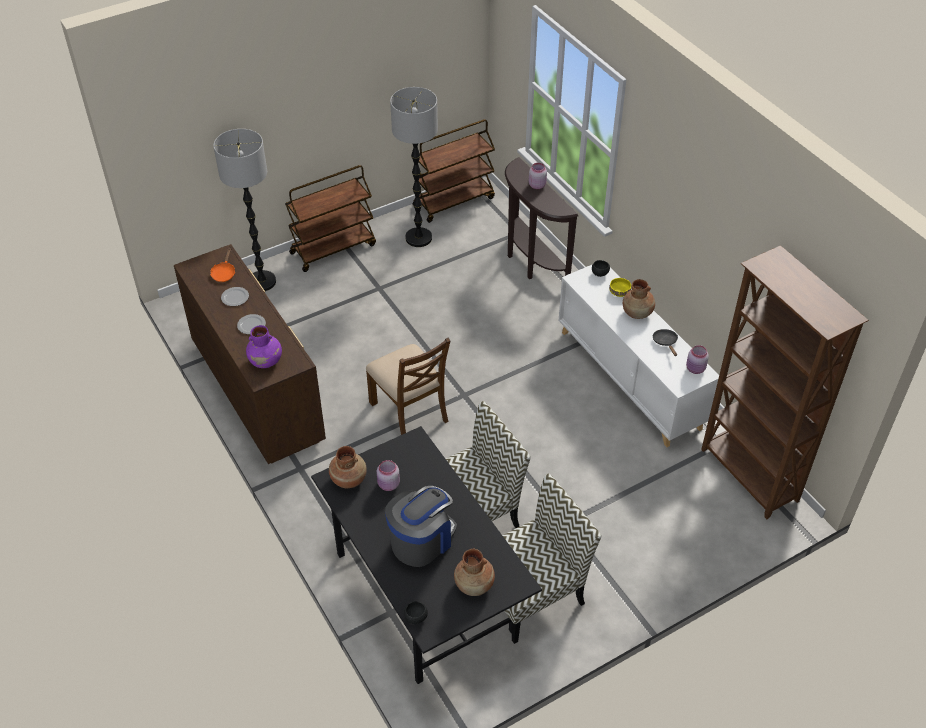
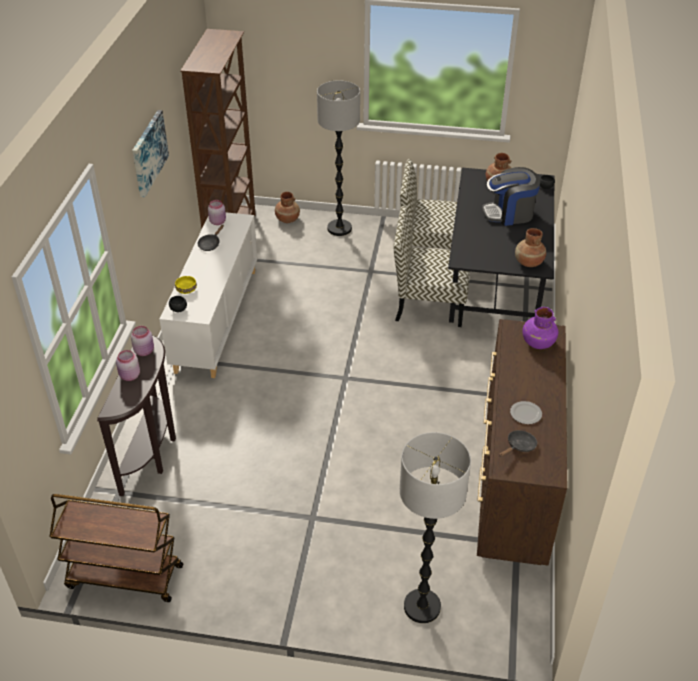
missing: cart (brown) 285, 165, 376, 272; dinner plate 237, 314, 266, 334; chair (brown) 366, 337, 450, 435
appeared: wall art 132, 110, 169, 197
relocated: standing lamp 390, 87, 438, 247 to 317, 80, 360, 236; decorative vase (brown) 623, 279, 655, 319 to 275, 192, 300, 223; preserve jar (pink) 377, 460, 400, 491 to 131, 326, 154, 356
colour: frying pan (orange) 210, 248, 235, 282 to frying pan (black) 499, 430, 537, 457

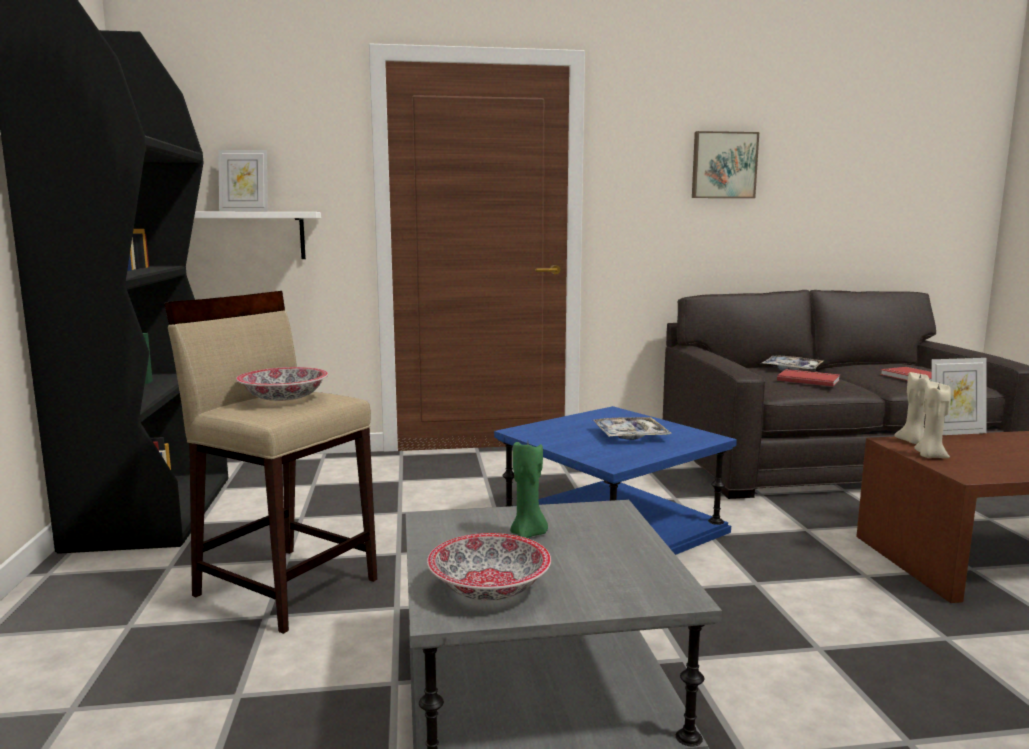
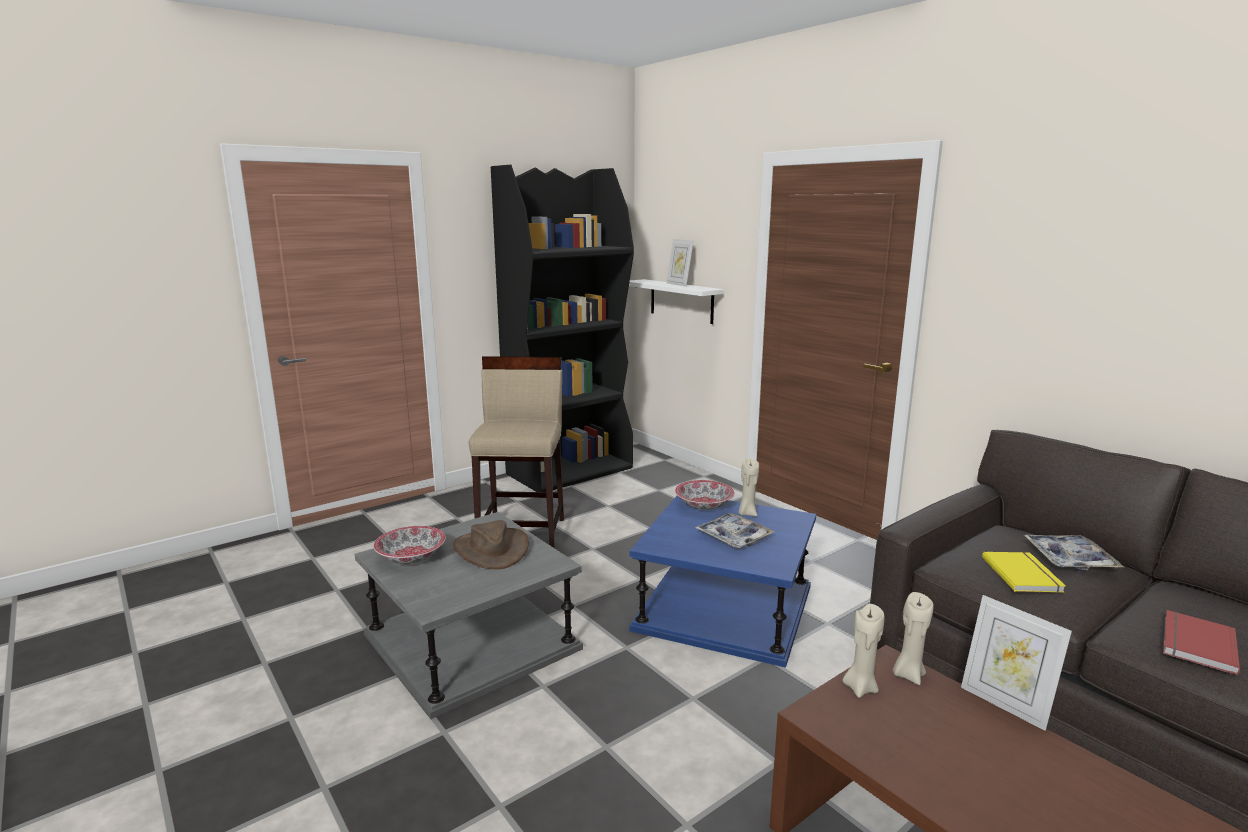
missing: wall art 692, 131, 759, 198
appeared: wax candle (sand-coloured) 738, 458, 759, 516
relocated: bowl 236, 367, 328, 401 to 675, 480, 734, 510
exchanged: wax candle (green) 510, 442, 548, 538 to hat (brown) 453, 520, 529, 569
colour: book (red-coloured) 777, 369, 840, 387 to book (yellowish) 982, 552, 1066, 593

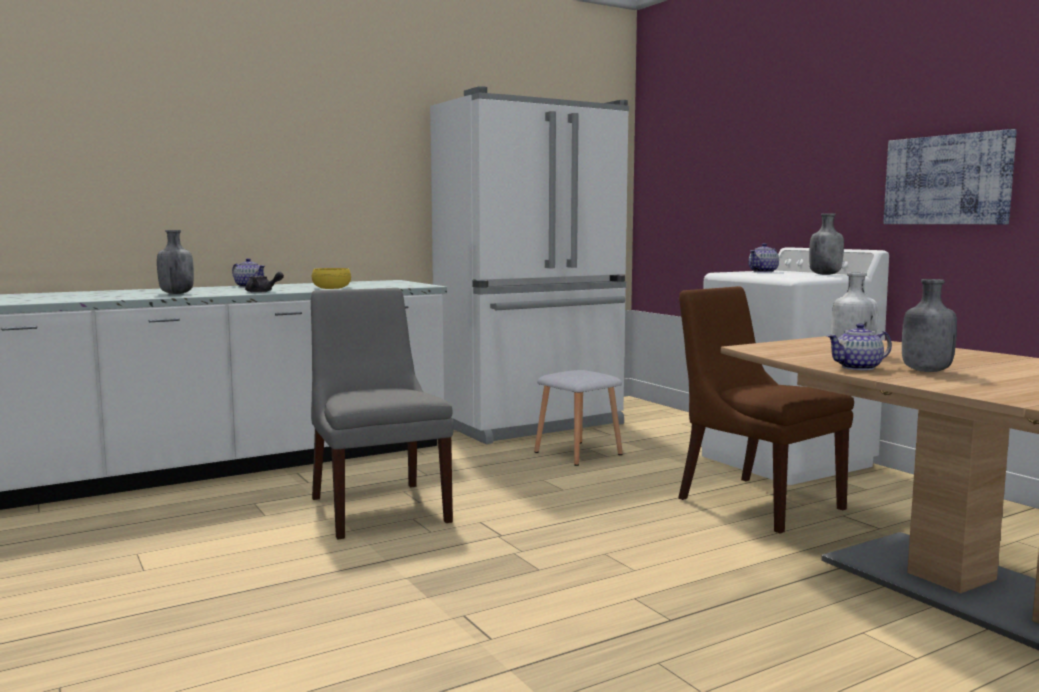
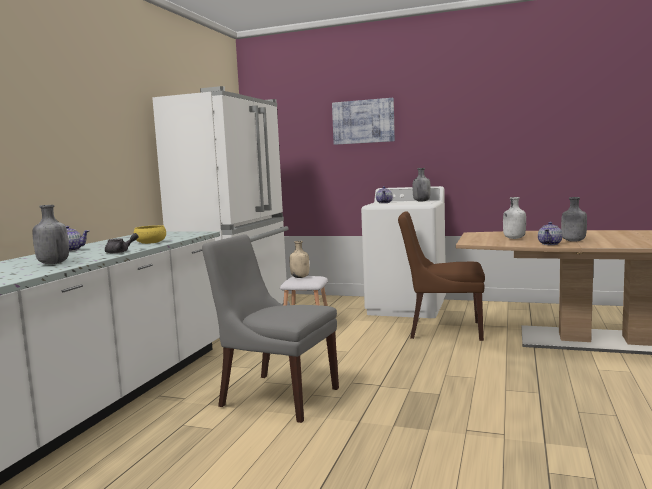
appeared: beverage bottle (sand-coloured) 290, 241, 309, 278
relocated: wall art 883, 129, 1017, 224 to 332, 98, 395, 145

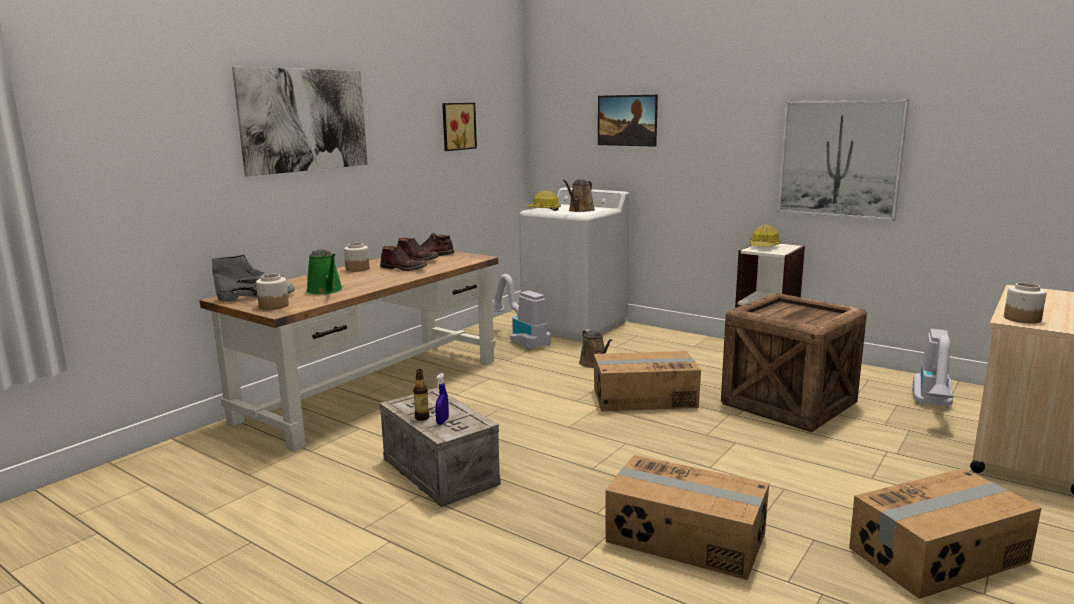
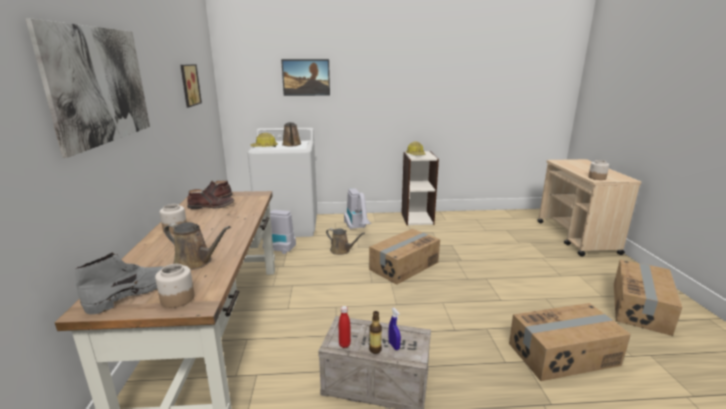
missing: wall art 778, 100, 909, 221; tall boot (brown) 380, 246, 427, 271; packing crate 721, 293, 867, 432
appeared: beverage bottle (red-coloured) 339, 306, 351, 348
relocated: vacuum 912, 329, 954, 408 to 344, 189, 372, 229
colour: sprinkling can (green) 306, 250, 343, 295 to sprinkling can (brown) 164, 222, 231, 270

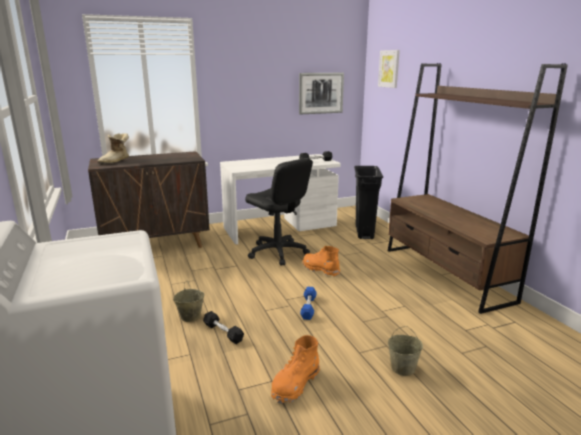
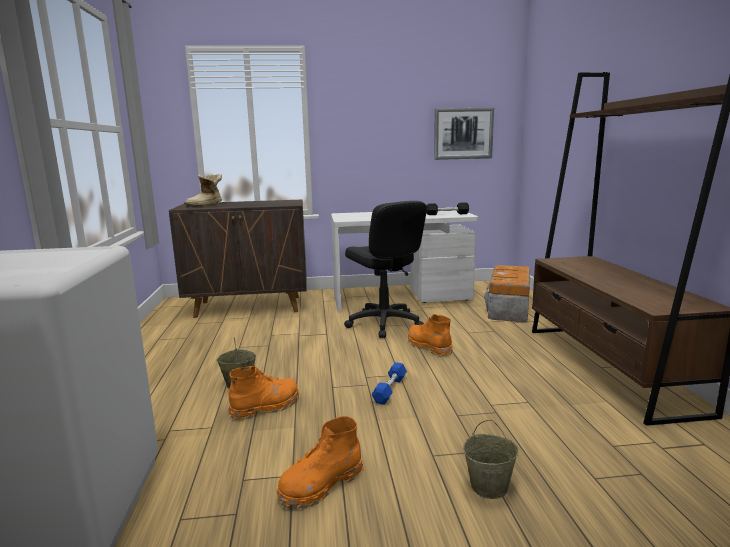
missing: wall art 378, 50, 400, 88
exchanged: trash can (black) 354, 166, 383, 239 to storage container 484, 265, 530, 323; free weight (black) 203, 311, 244, 344 to tall boot (orange) 228, 366, 299, 419

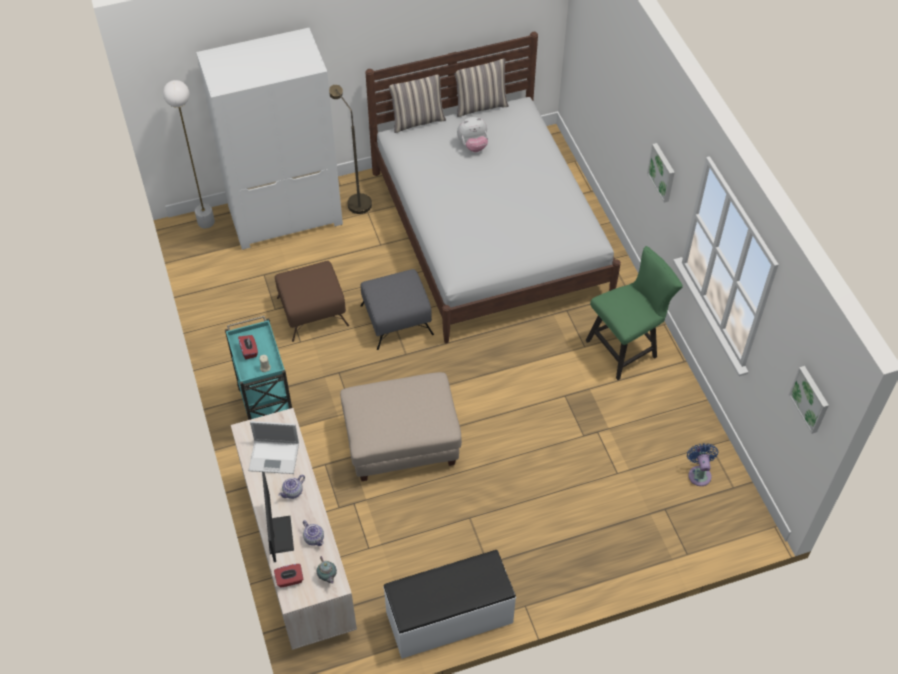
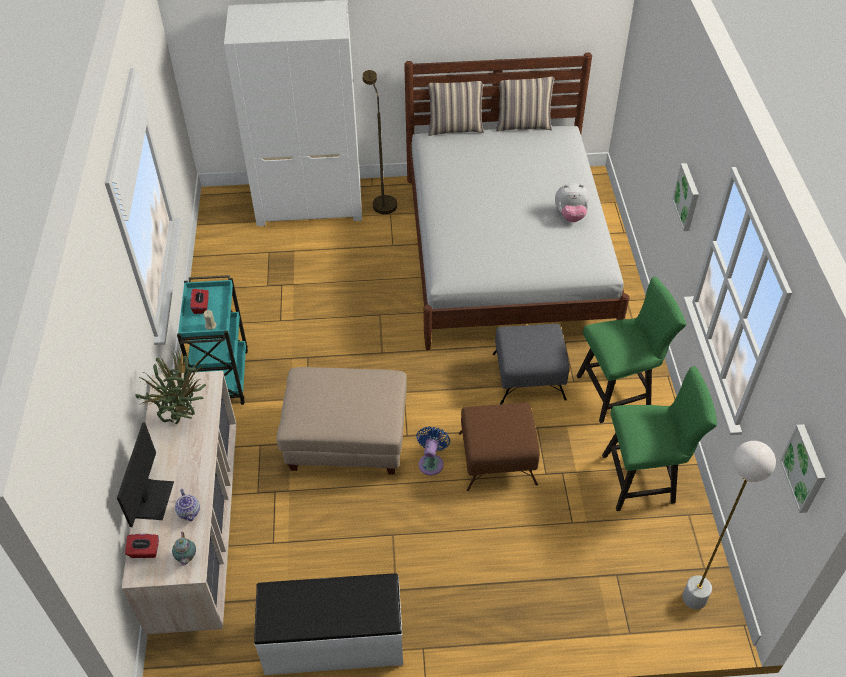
missing: tea pot 278, 475, 305, 499
appeared: chair (green) 602, 366, 717, 511
relocated: standing lamp (white) 163, 80, 215, 229 to 682, 441, 776, 609; cuddly toy 457, 117, 488, 152 to 555, 183, 589, 222; footrest (brown) 275, 261, 349, 342 to 459, 403, 540, 491; footrest (gray) 360, 269, 434, 350 to 492, 324, 569, 404; electric fan (blue-coloured) 687, 443, 719, 486 to 416, 426, 450, 476
exchanged: notebook computer 248, 421, 299, 474 to houseplant 136, 349, 206, 425

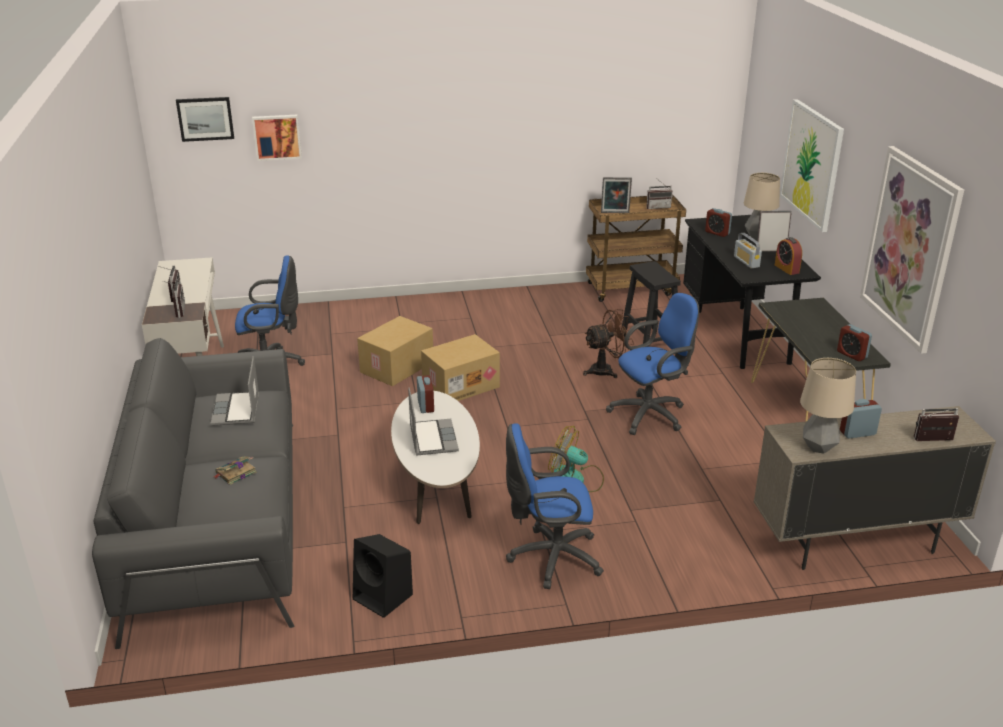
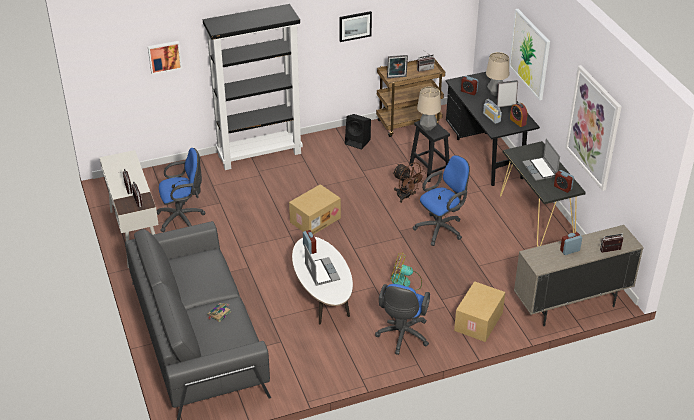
appeared: shelving unit (black) 203, 4, 303, 170
relocated: wall art 176, 97, 234, 142 to 339, 11, 372, 42; packing box 357, 316, 433, 386 to 454, 281, 505, 342; notebook computer 211, 356, 259, 426 to 522, 138, 560, 181; tabletop lamp 800, 358, 856, 454 to 417, 87, 441, 131; loudspeaker (black) 353, 534, 413, 618 to 345, 114, 371, 150
spun: electric fan (brown) 583, 309, 634, 378 = 392, 162, 426, 203 75 degrees clockwise; computer chair (blue-coloured) 506, 423, 604, 589 = 375, 284, 430, 355 60 degrees counterclockwise

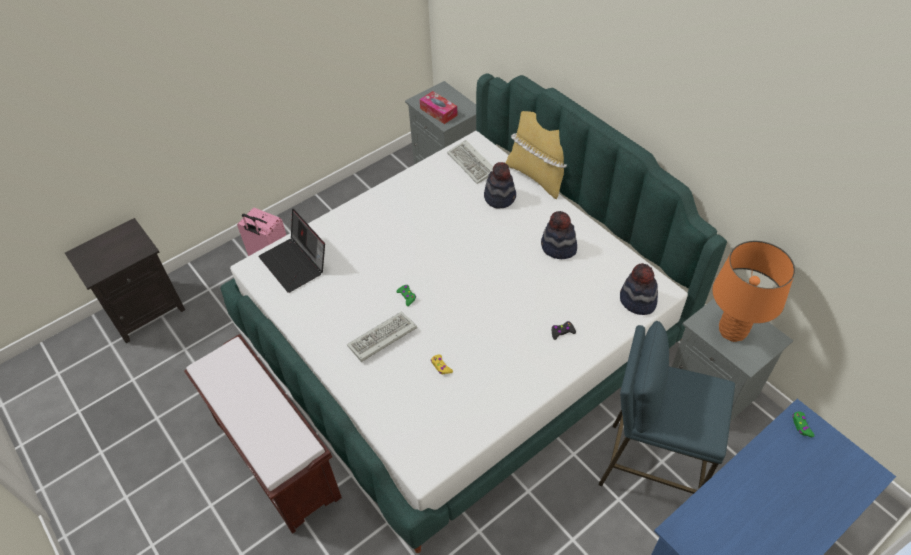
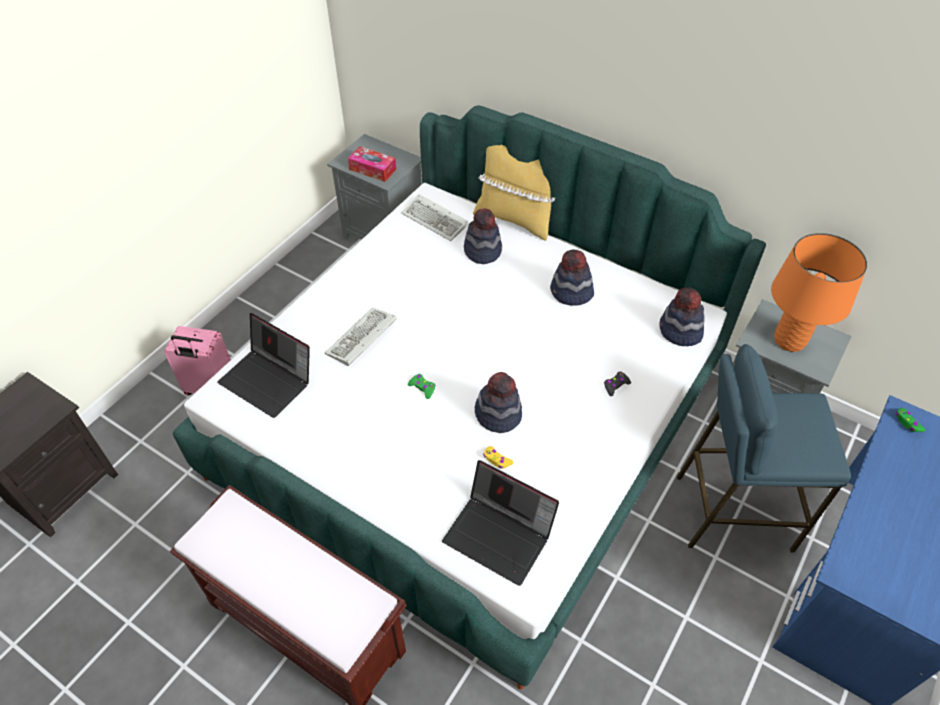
appeared: hat 475, 372, 522, 433; notebook computer 442, 460, 559, 586
relocated: keyboard 347, 312, 417, 362 to 325, 308, 397, 366

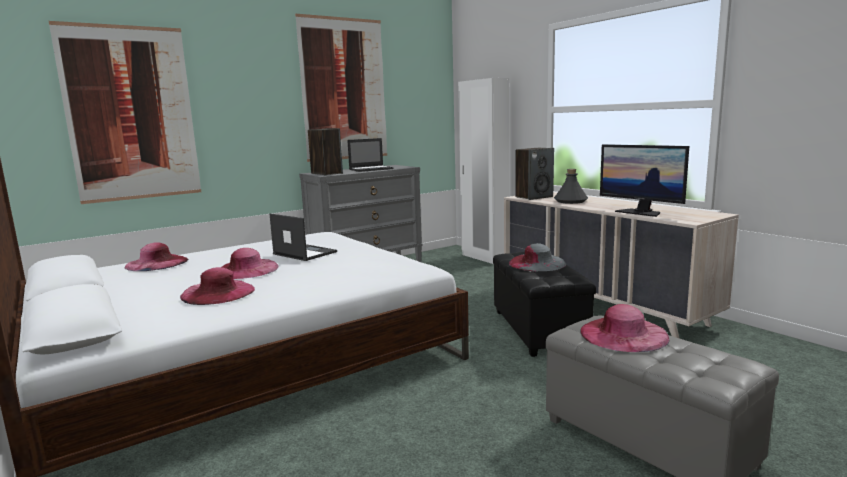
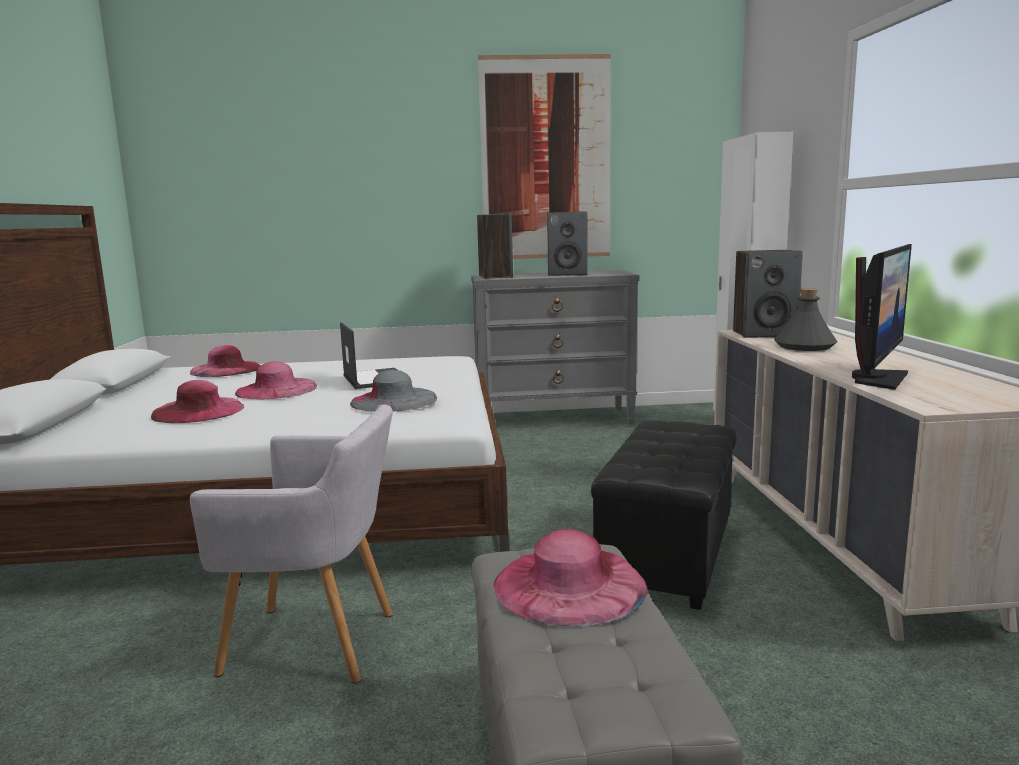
missing: wall art 49, 21, 201, 204
appeared: easy chair (gray) 190, 405, 393, 683
relocated: hat (gray) 509, 243, 566, 271 to 350, 370, 437, 412
exchanged: notebook computer 347, 138, 394, 172 to loudspeaker 547, 211, 588, 276
spun: monitor 600, 144, 689, 217 = 852, 244, 912, 390 135 degrees counterclockwise

